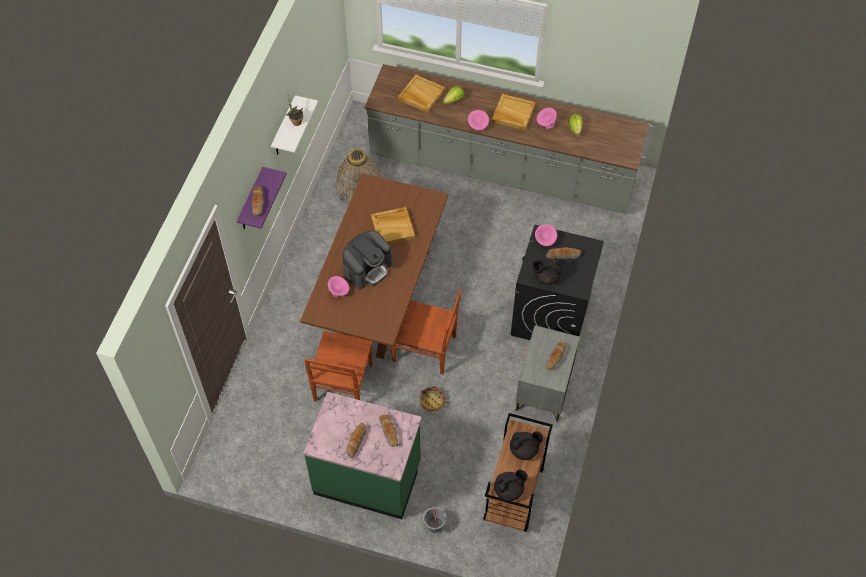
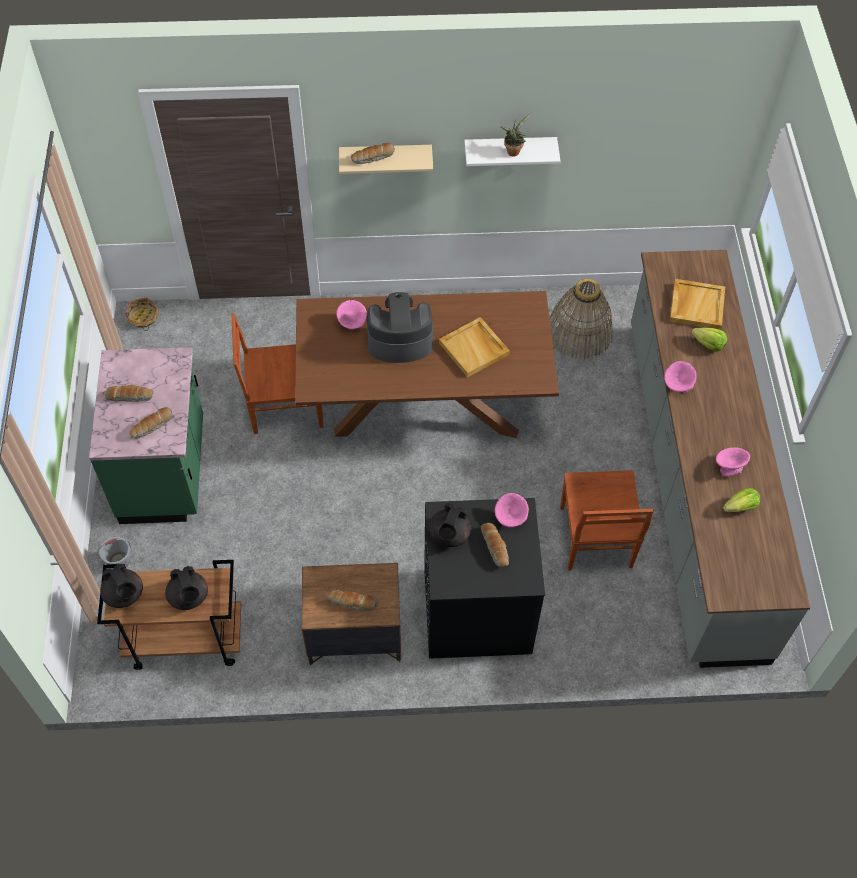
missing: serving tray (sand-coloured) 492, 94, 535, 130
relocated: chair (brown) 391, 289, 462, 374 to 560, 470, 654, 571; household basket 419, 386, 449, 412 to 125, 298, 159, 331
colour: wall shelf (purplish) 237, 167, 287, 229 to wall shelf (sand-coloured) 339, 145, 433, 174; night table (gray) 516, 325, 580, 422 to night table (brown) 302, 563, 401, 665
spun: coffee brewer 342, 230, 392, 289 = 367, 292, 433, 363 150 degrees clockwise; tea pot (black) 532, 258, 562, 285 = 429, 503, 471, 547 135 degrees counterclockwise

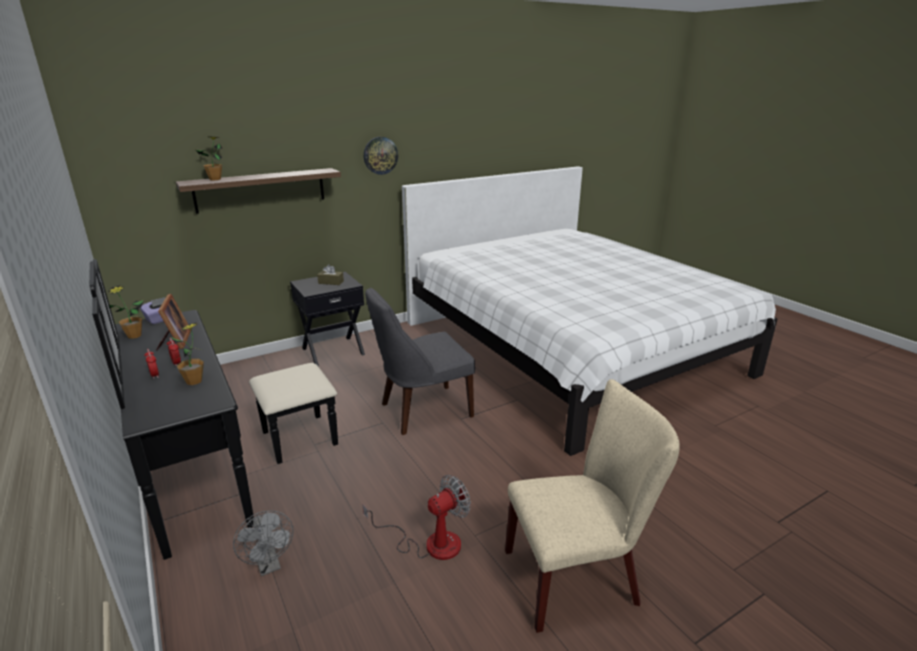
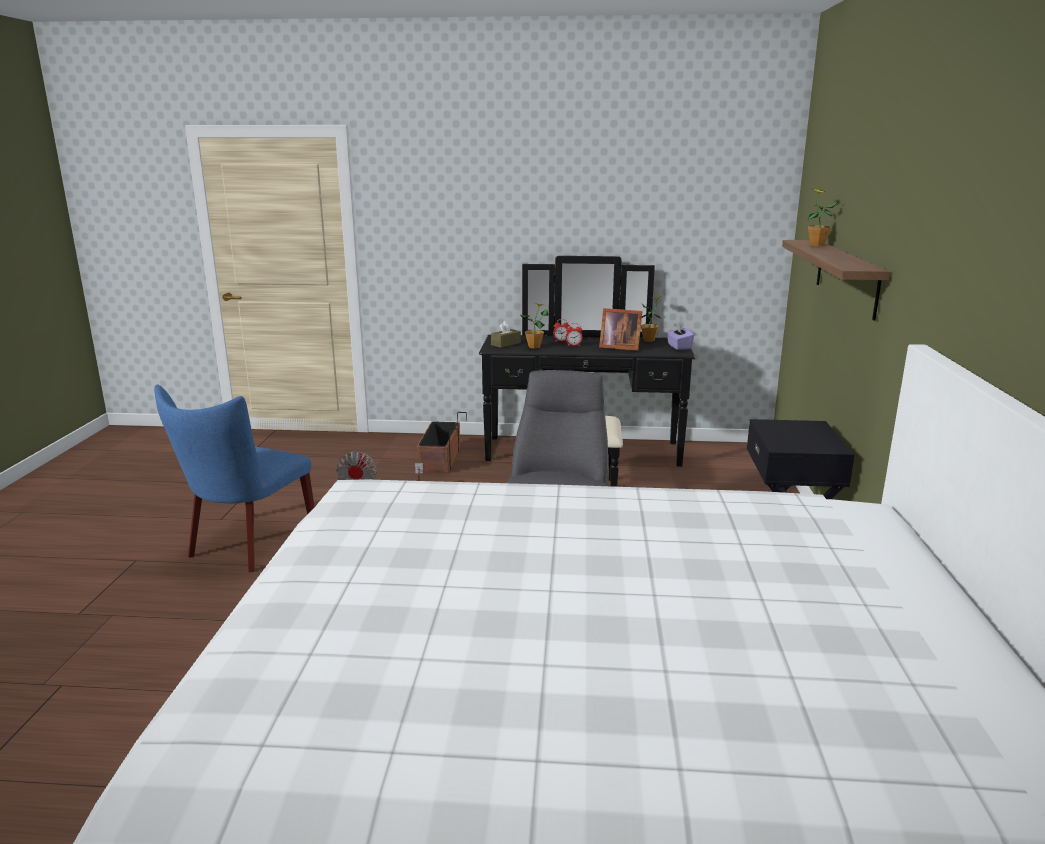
missing: clock on the wall 364, 137, 398, 175
relocated: tissue box (brown) 317, 265, 344, 285 to 491, 320, 521, 348
exchanged: electric fan (gray) 233, 511, 294, 576 to plant pot 417, 412, 467, 473
colour: chair (sand-coloured) 505, 379, 680, 633 to chair (blue-coloured) 154, 384, 315, 573

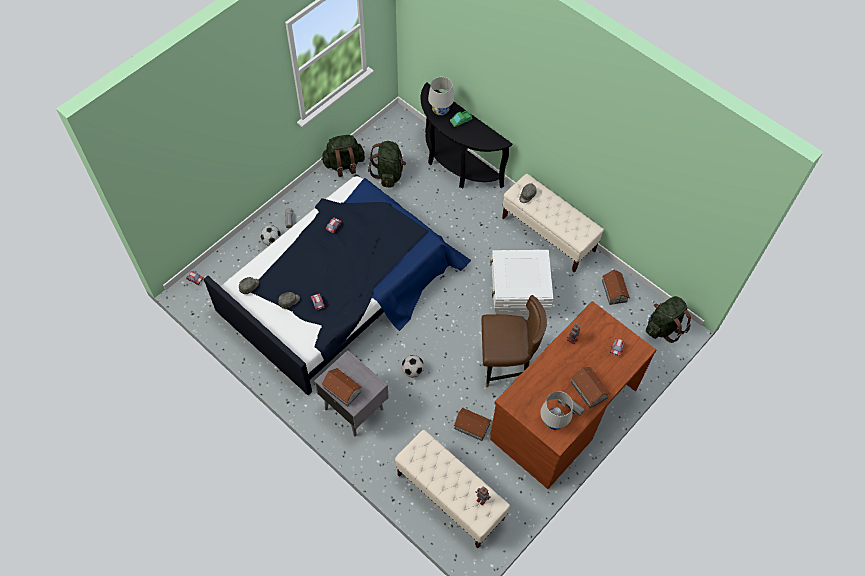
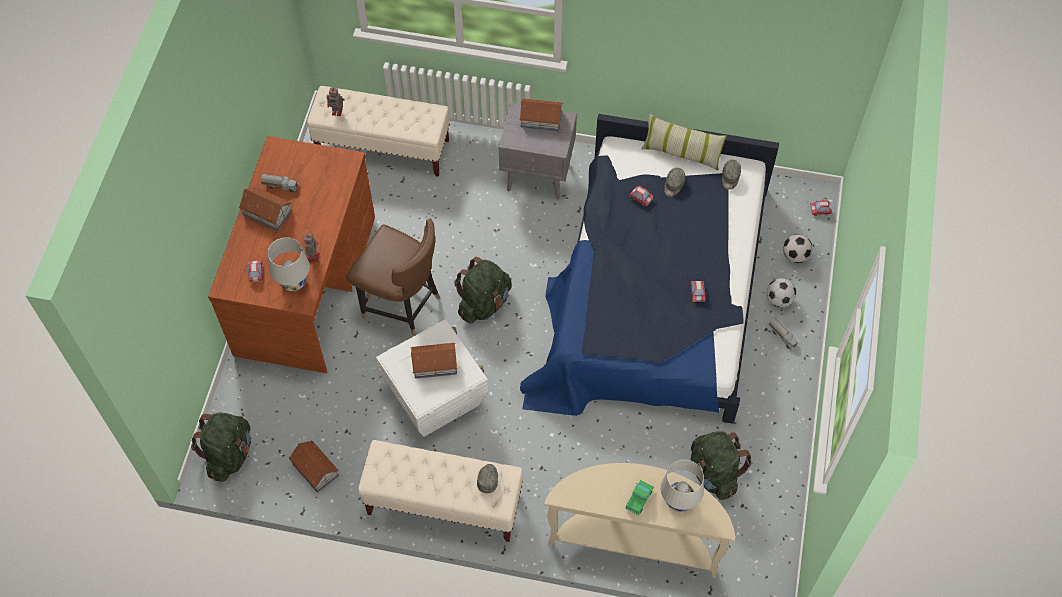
appeared: cushion 642, 114, 727, 171
relocated: backpack (green) 321, 135, 365, 177 to 454, 257, 512, 323; ball for football 402, 355, 424, 378 to 783, 234, 813, 263; tabletop lamp (white) 541, 391, 573, 430 to 268, 237, 310, 291; toy house 454, 408, 492, 441 to 411, 343, 458, 379
colour: console table (black) 421, 82, 512, 189 to console table (sand-coloured) 544, 463, 735, 578
spun: chair (brown) 482, 295, 547, 387 = 346, 218, 440, 336 120 degrees counterclockwise

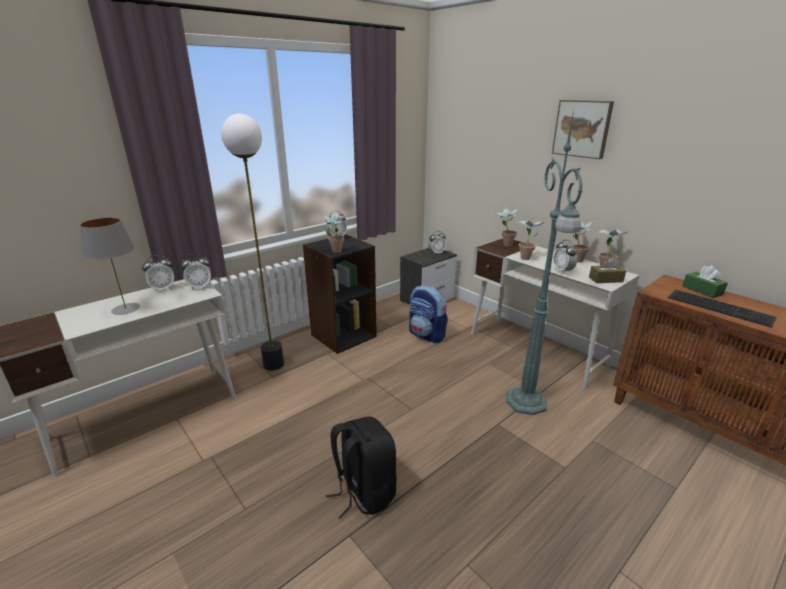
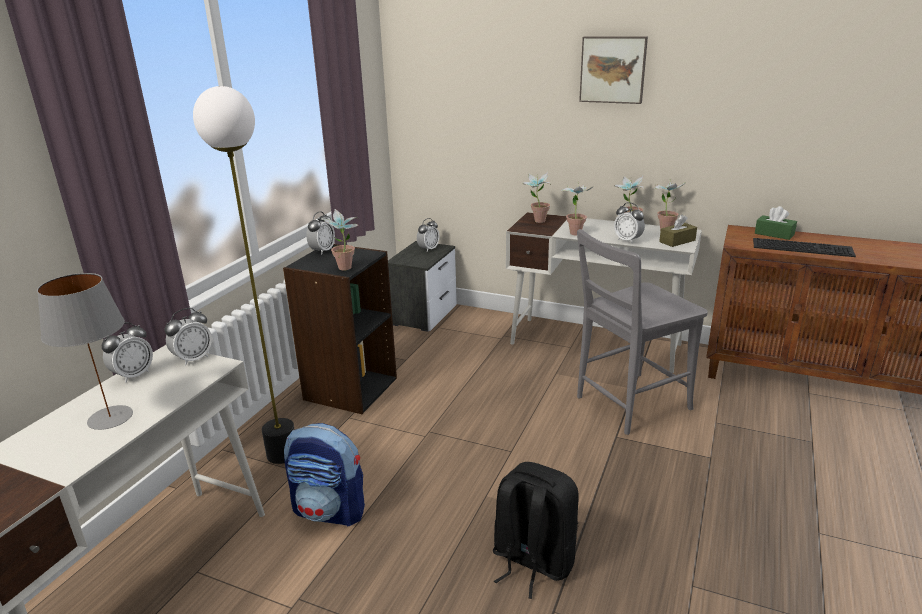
relocated: backpack 409, 285, 448, 343 to 284, 423, 365, 527
exchanged: standing lamp (green) 506, 110, 583, 415 to chair (gray) 577, 229, 708, 435

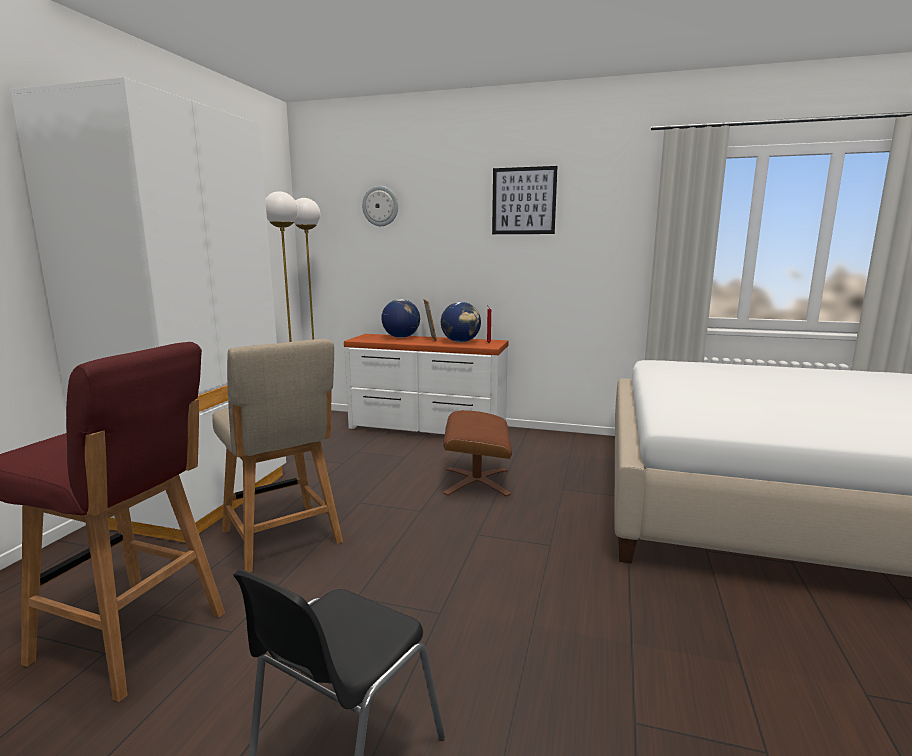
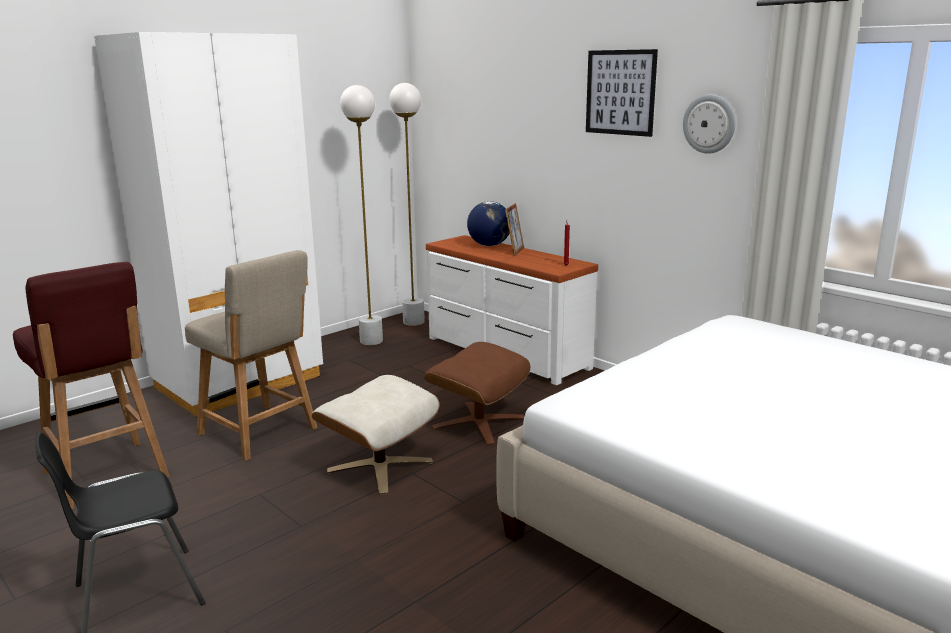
missing: world globe 441, 302, 481, 342
appeared: footrest (sand-coloured) 312, 375, 439, 495
relocated: clock on the wall 362, 186, 398, 226 to 683, 94, 735, 154
spun: chair (sand-coloured) 212, 339, 343, 572 = 185, 250, 317, 460 45 degrees counterclockwise

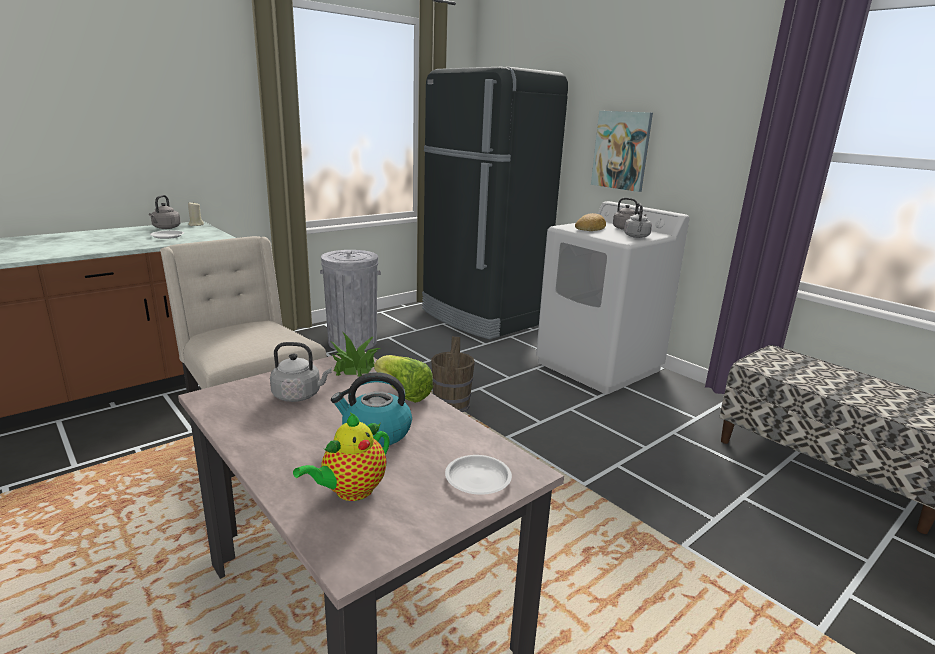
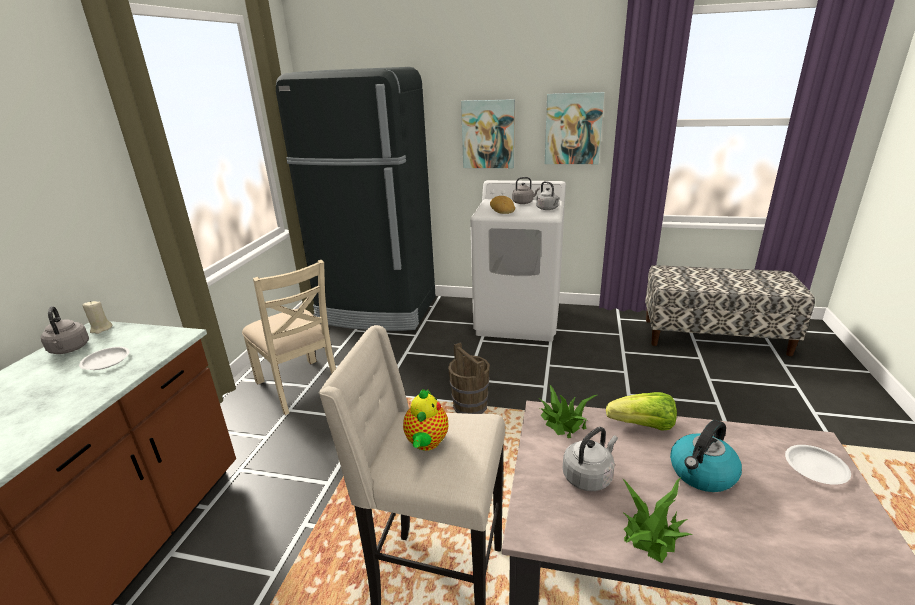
appeared: wall art 545, 92, 604, 164; houseplant 622, 477, 692, 563
relocated: tea pot 293, 413, 390, 501 to 403, 389, 448, 451
exchanged: trash can (gray) 320, 250, 381, 352 to chair (sand-coloured) 242, 260, 336, 415

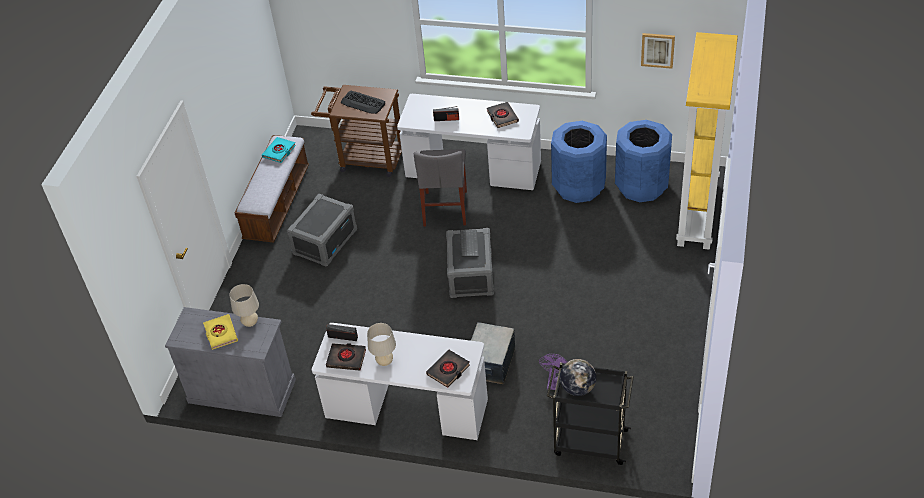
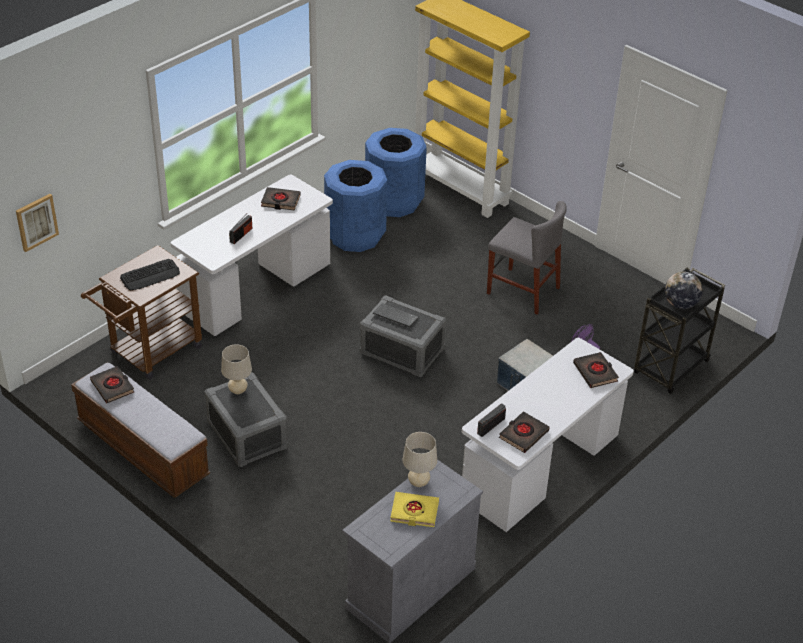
relocated: wall art 641, 33, 675, 69 to 16, 194, 59, 252; chair (gray) 414, 149, 467, 227 to 487, 201, 567, 315; tabletop lamp (sand-coloured) 367, 323, 396, 366 to 221, 344, 252, 394
colour: book (turquoise) 262, 137, 296, 163 to book (black) 90, 366, 134, 403

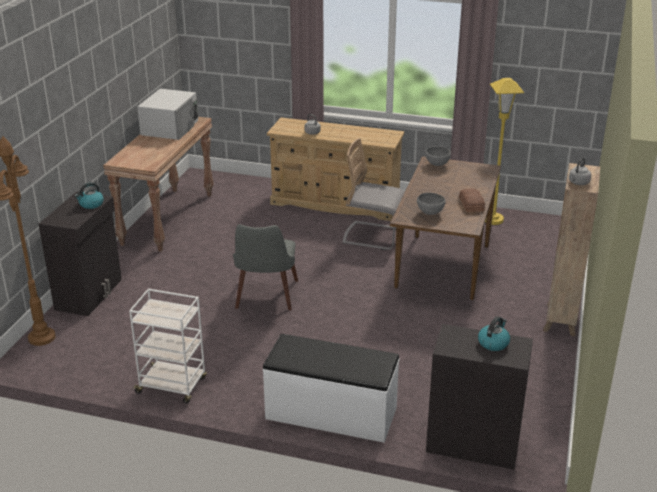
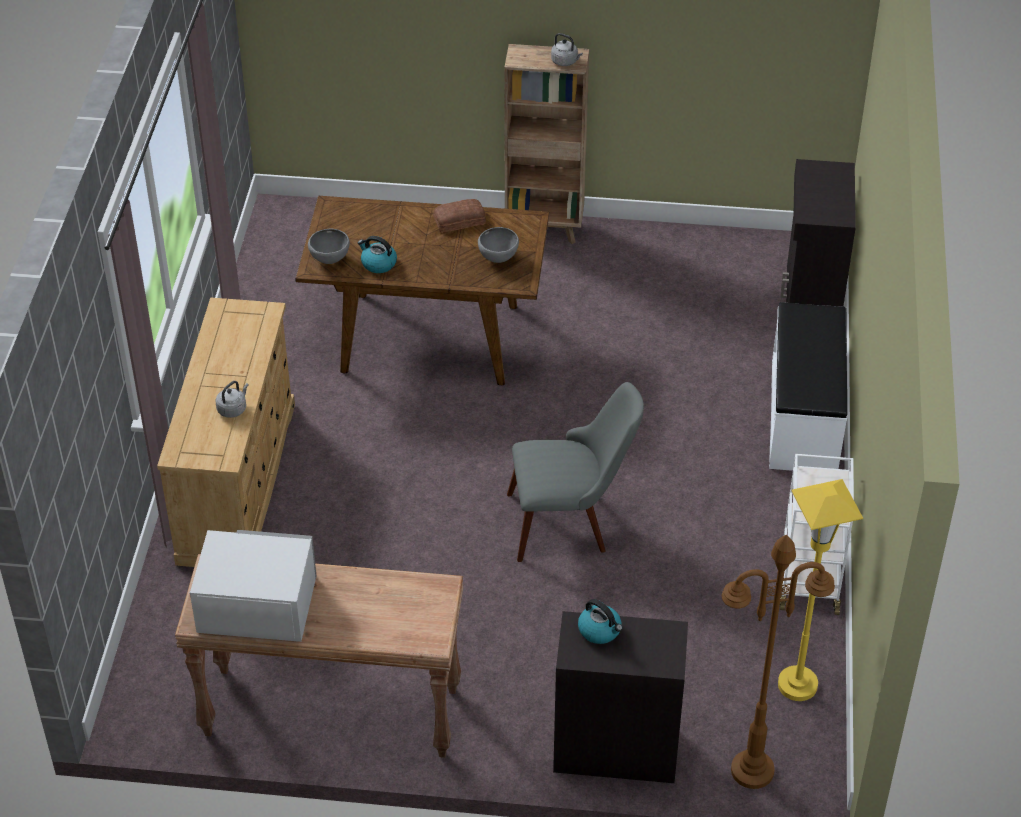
missing: chair (gray) 342, 138, 405, 250
relocated: standing lamp (yellowish) 485, 78, 524, 225 to 778, 479, 863, 701; tea kettle 478, 317, 510, 351 to 358, 236, 397, 273

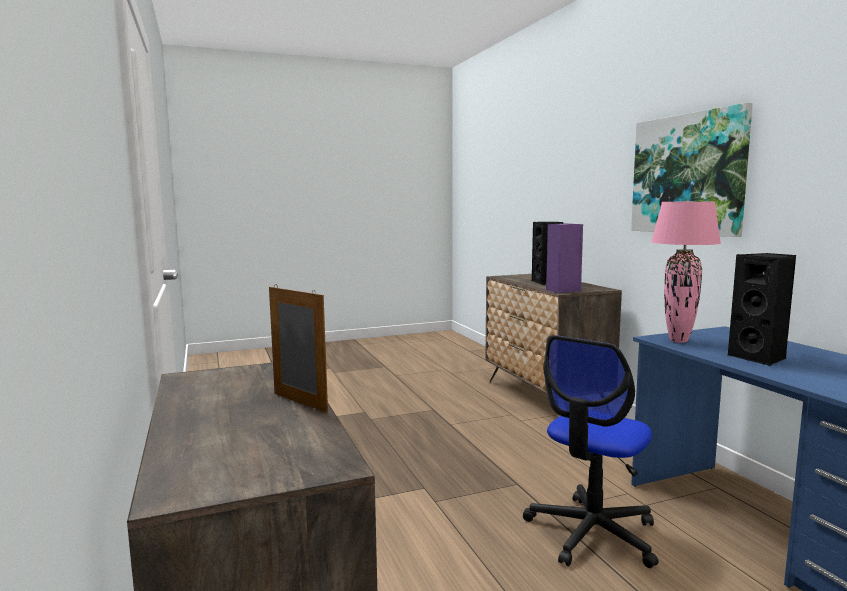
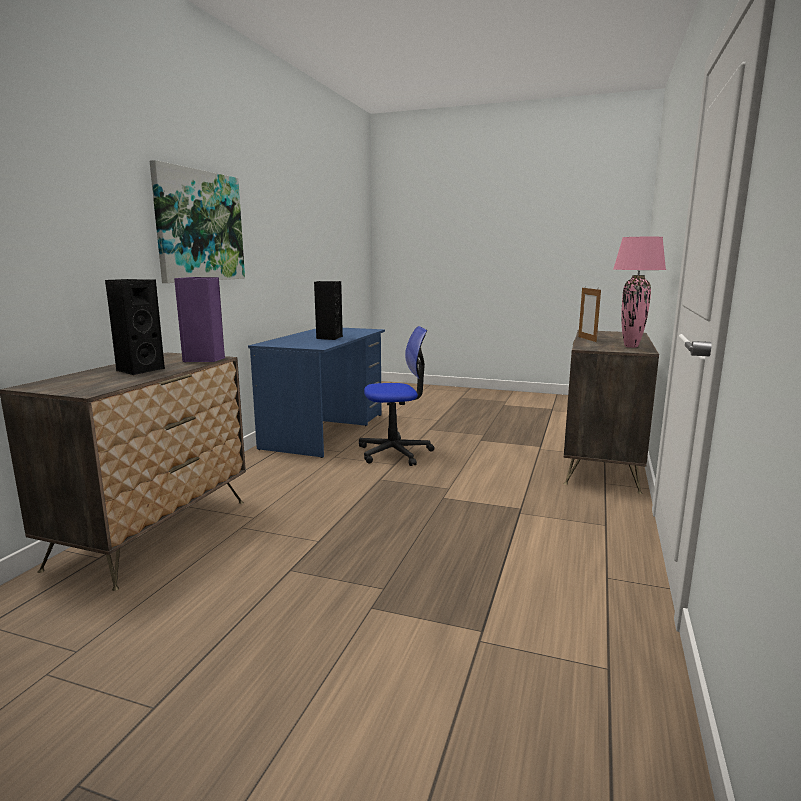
relocated: tabletop lamp (pink) 651, 201, 721, 343 to 613, 237, 666, 348

